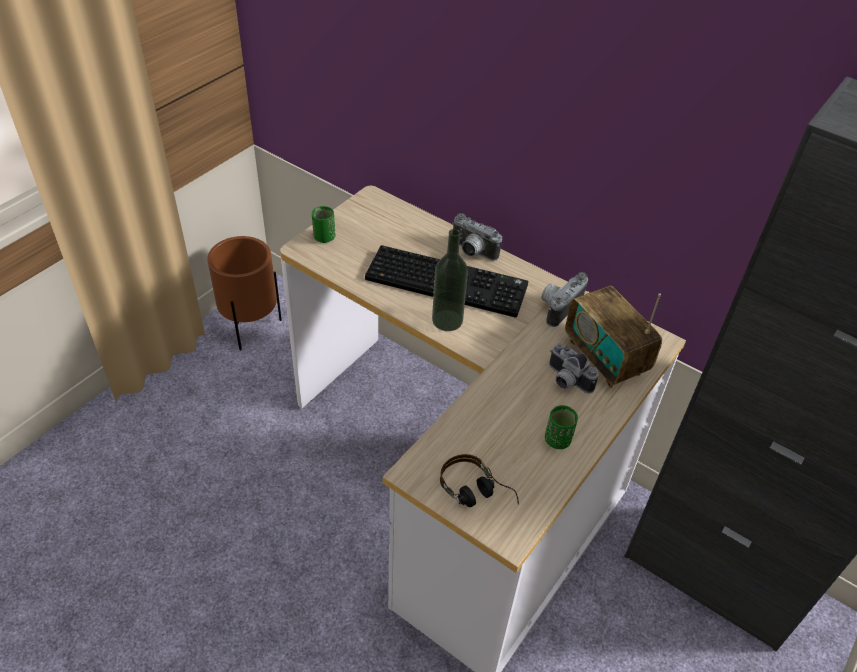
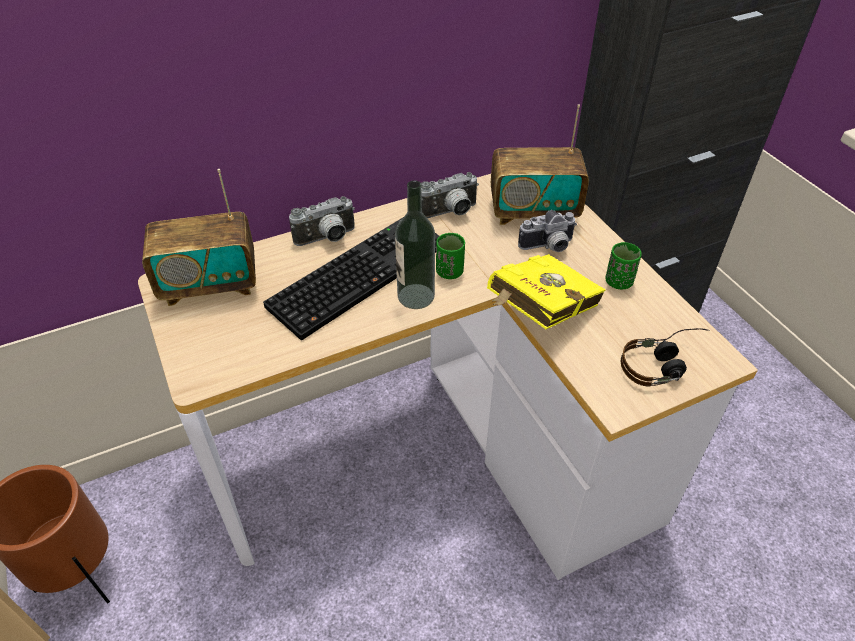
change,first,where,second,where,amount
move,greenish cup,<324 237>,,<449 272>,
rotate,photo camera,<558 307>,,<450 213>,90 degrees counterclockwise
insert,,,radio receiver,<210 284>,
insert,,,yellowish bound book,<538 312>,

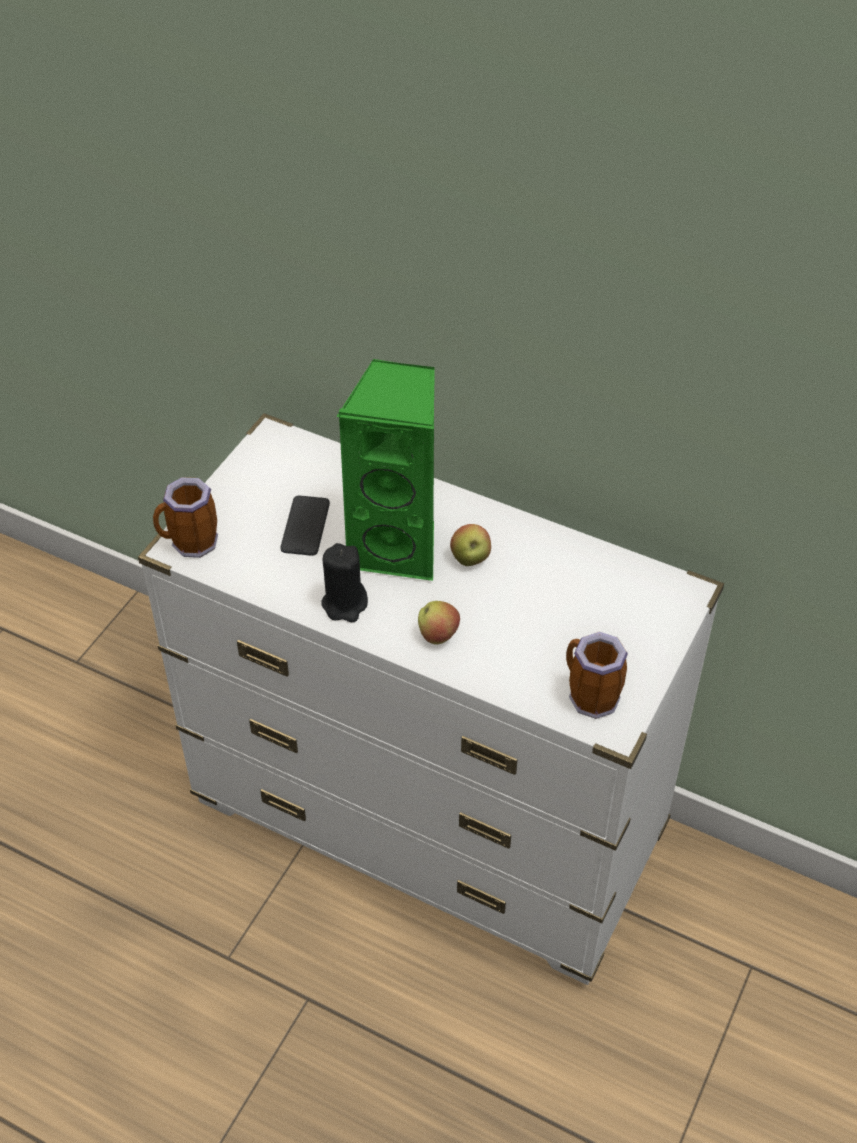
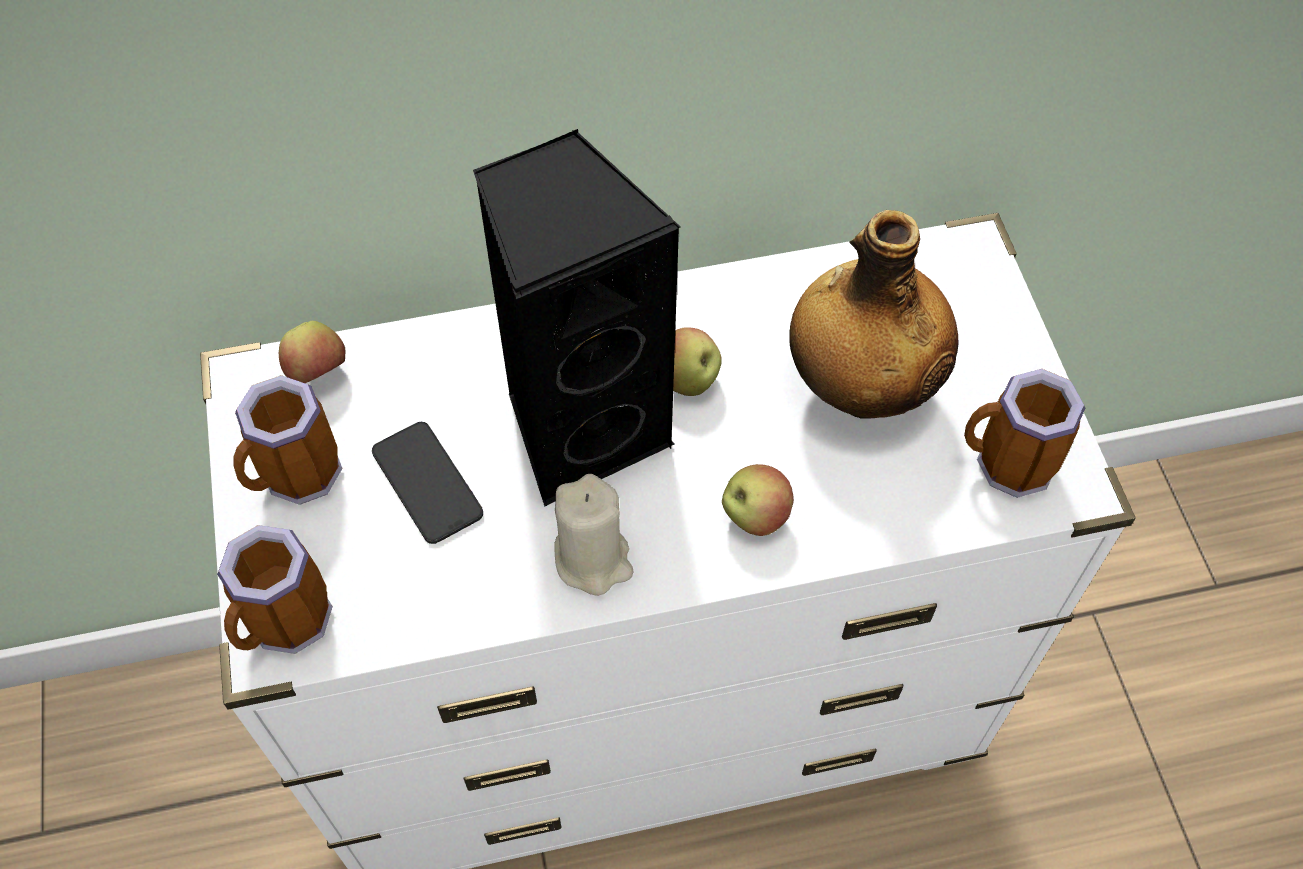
change,first,where,second,where,amount
recolor,greenish loudspeaker,<398 547>,blackish loudspeaker,<582 427>,
recolor,blackish wax light,<345 604>,beige wax light,<593 559>,
insert,,,drink bottle,<861 387>,
insert,,,apple fruit,<318 373>,
insert,,,mug,<299 480>,

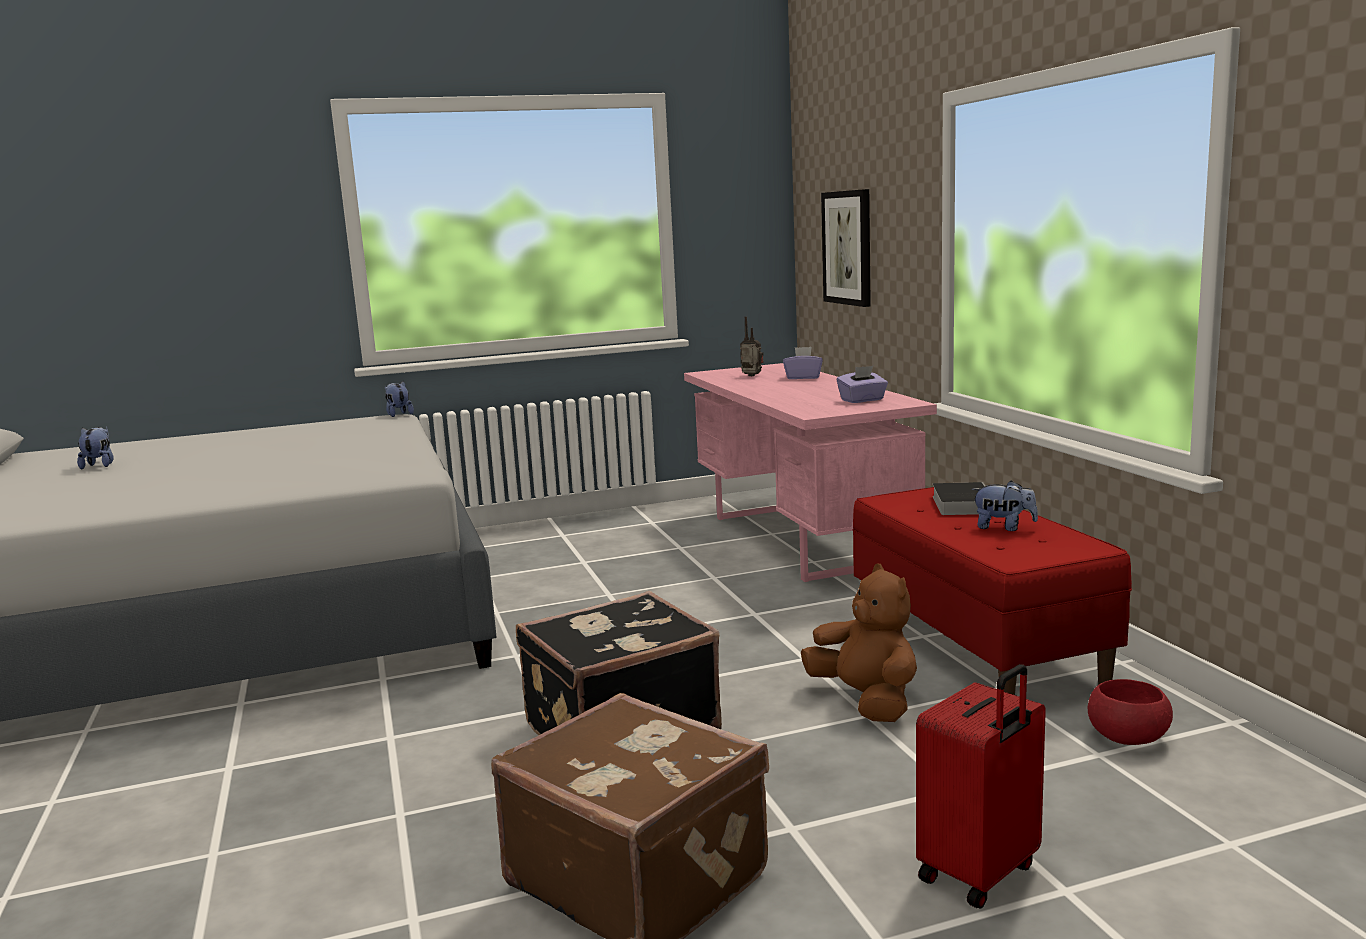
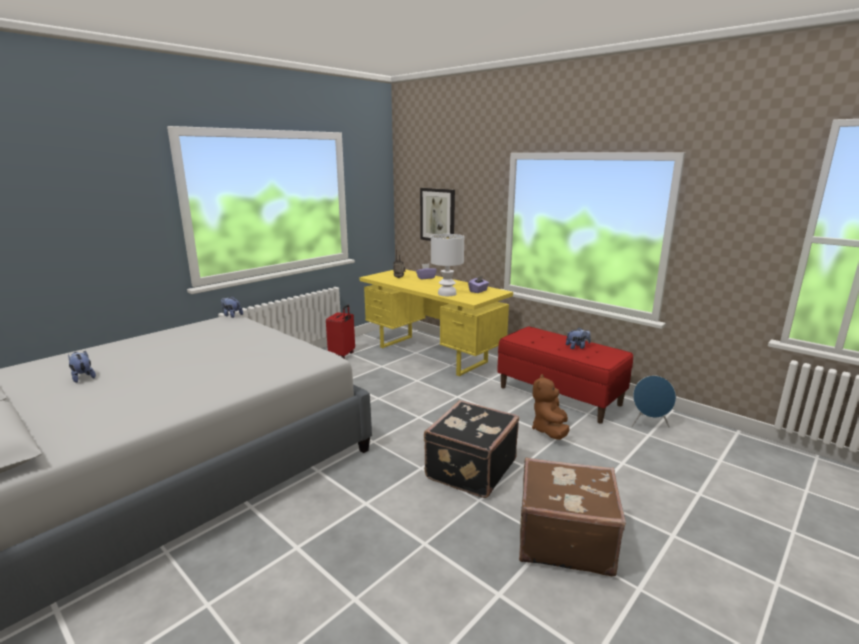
change,first,where,second,where,amount
recolor,pink-coloured desk unit,<801 540>,yellowish desk unit,<433 354>,
delete,bound book,<961 503>,,,
rotate,brown soft toy,<866 701>,,<550 430>,105 degrees counterclockwise
move,reddish piece of luggage,<980 873>,,<342 355>,
replace,reddish serving bowl,<1128 736>,blue-coloured loudspeaker,<649 425>,
insert,,,whitish tabletop lamp,<446 293>,

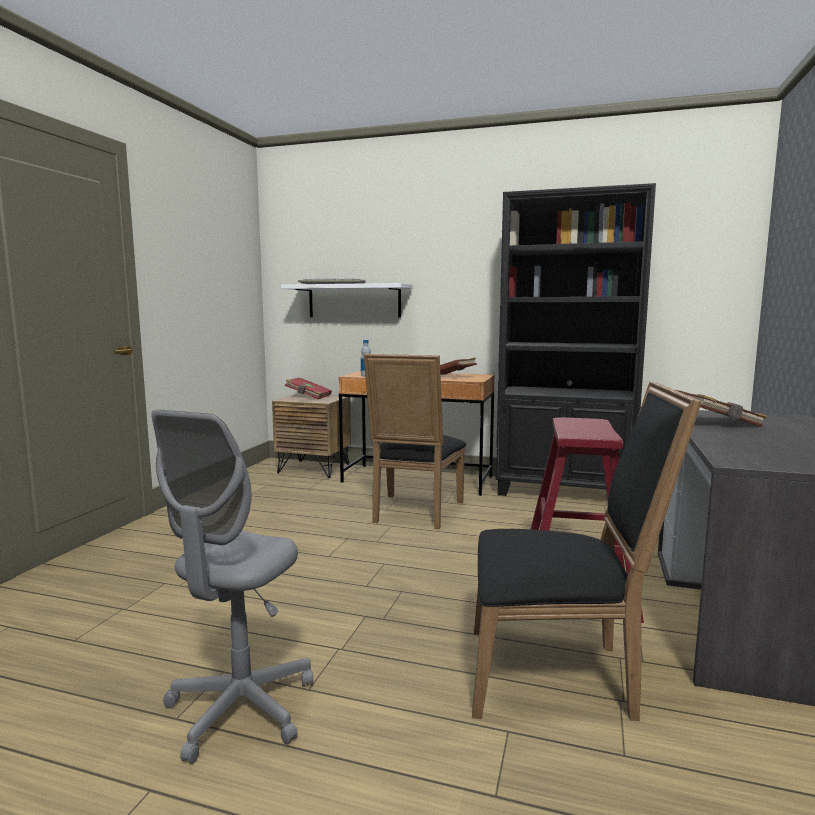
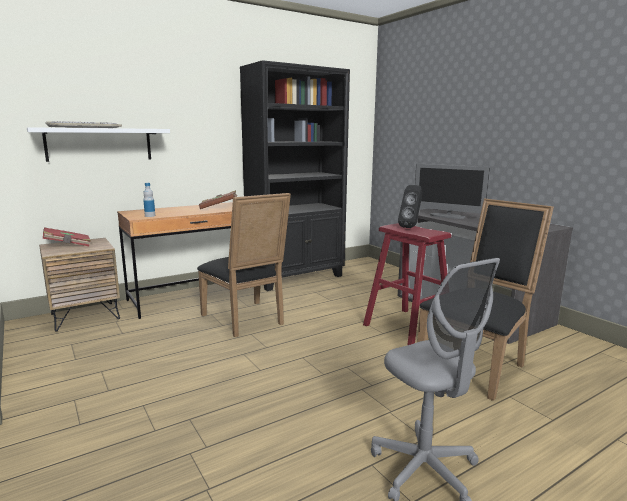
change,first,where,second,where,amount
replace,brown bound book,<717 423>,monitor,<447 216>,
insert,,,blackish loudspeaker,<411 227>,

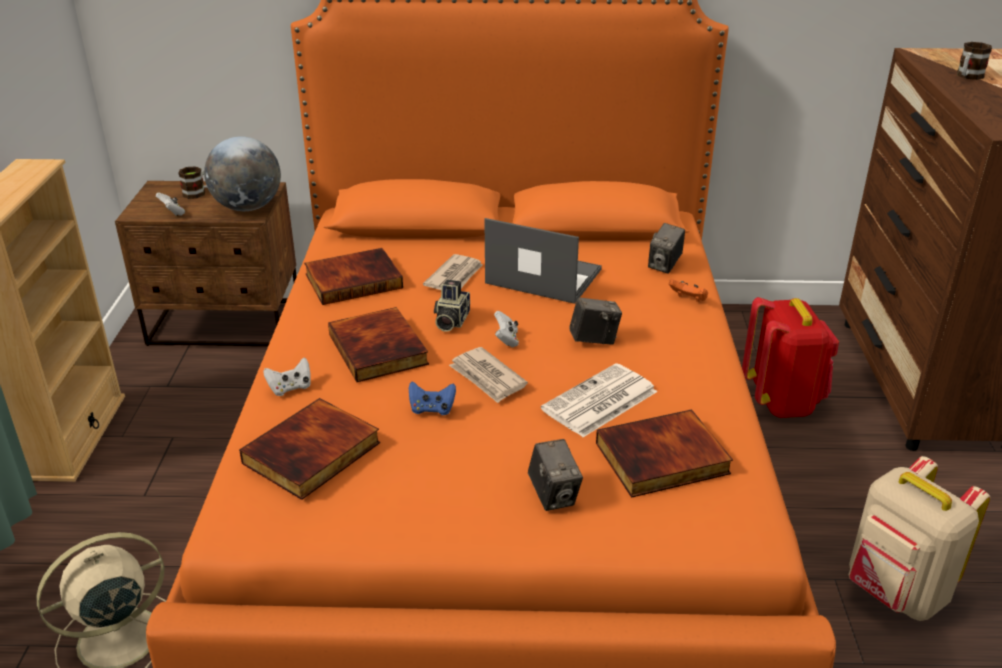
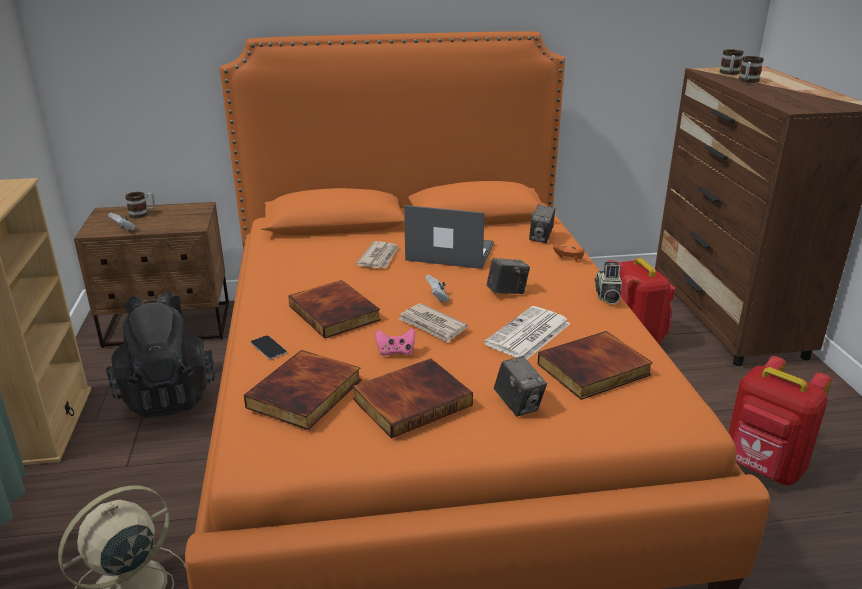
change,first,where,second,where,amount
delete,world globe,<247 207>,,,
move,bound book,<354 280>,,<411 401>,
move,photo camera,<450 321>,,<607 297>,
replace,whitish joypad,<290 388>,phone,<268 348>,
recolor,blue-coloured joypad,<432 409>,pink-coloured joypad,<395 352>,
recolor,beige backpack,<895 593>,reddish backpack,<762 468>,
insert,,,mug,<729 73>,
insert,,,blackish backpack,<168 395>,

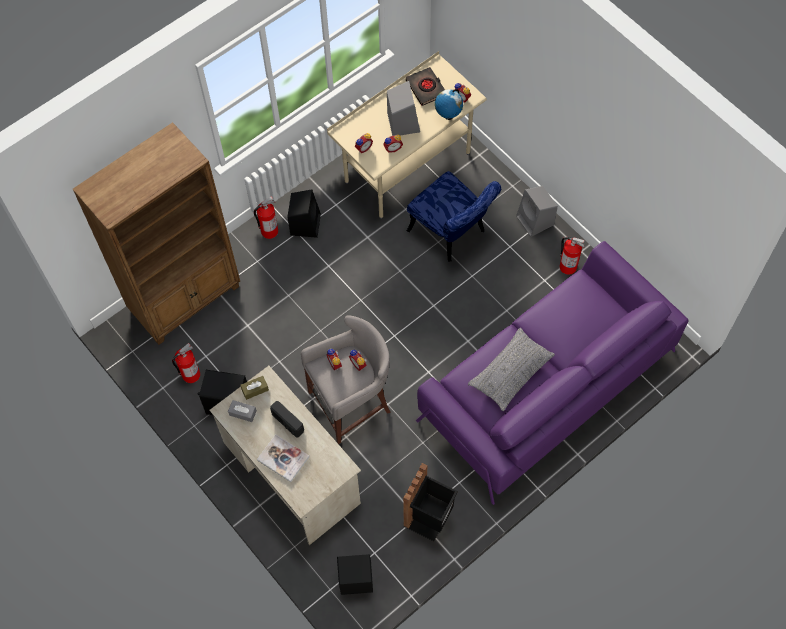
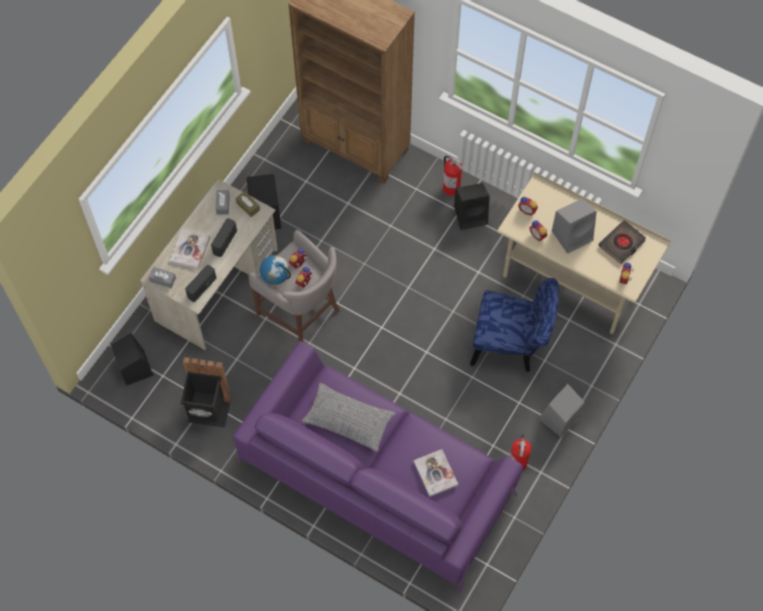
change,first,where,second,where,amount
move,world globe,<448 116>,,<276 279>,
rotate,blue-coloured chair,<451 234>,,<511 345>,105 degrees counterclockwise
delete,fire-fighting cylinder,<190 374>,,,
insert,,,radio receiver,<202 288>,
insert,,,greyish tissue box,<163 279>,
insert,,,bound book,<435 473>,

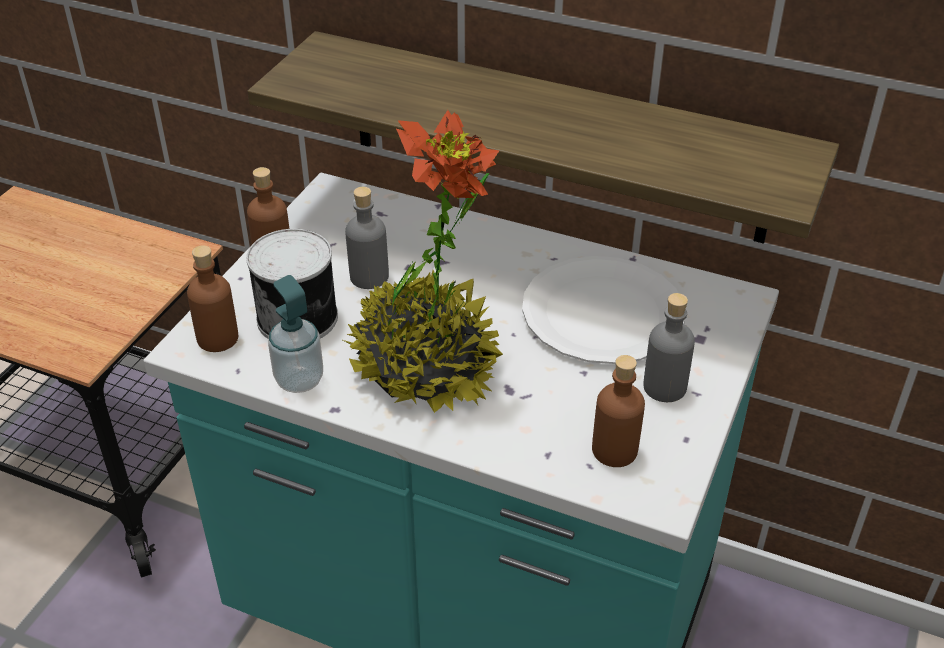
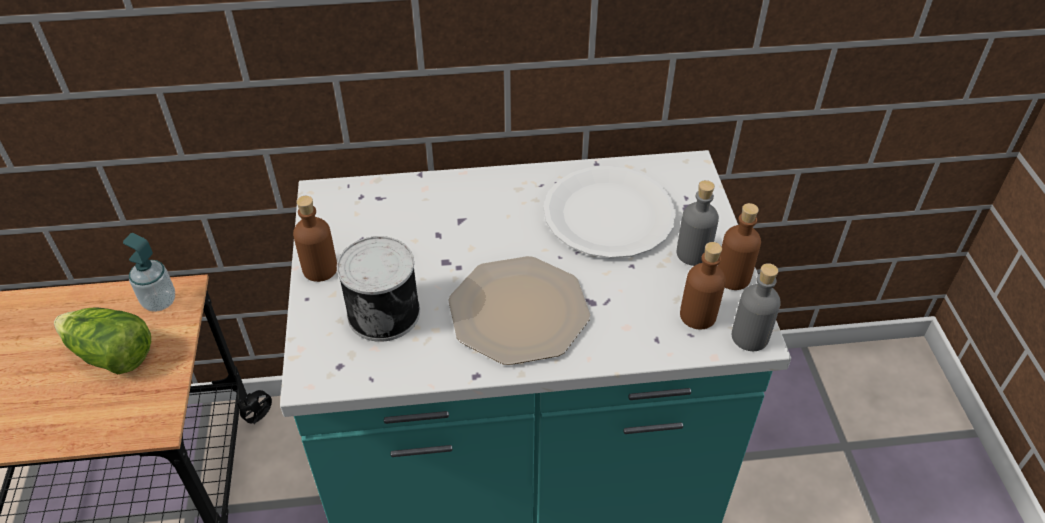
change,first,where,second,where,amount
delete,wall shelf,<555 137>,,,
replace,houseplant,<426 367>,dinner plate,<517 311>,
move,greyish drink bottle,<369 277>,,<750 337>,
move,brown drink bottle,<218 338>,,<733 277>,
move,soap dispenser,<299 380>,,<159 301>,
insert,,,lettuce head,<111 355>,

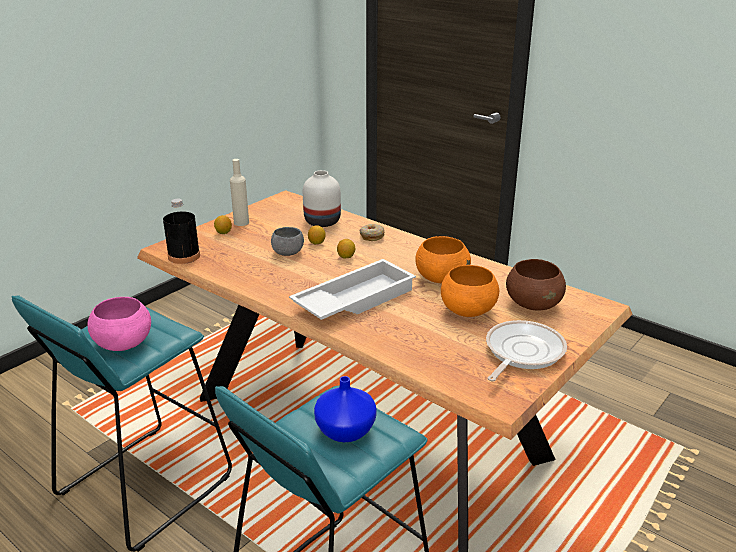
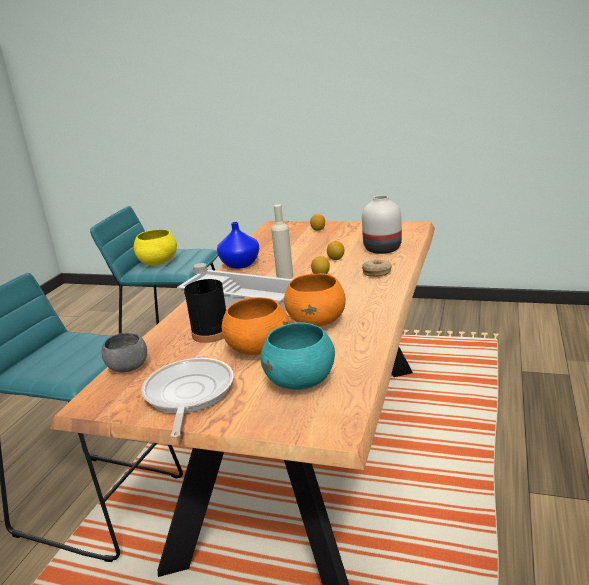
change,first,where,second,where,amount
move,beige drink bottle,<241 222>,,<285 276>,
move,blackish drink bottle,<184 256>,,<211 333>,
move,greyish serving bowl,<288 253>,,<128 368>,
recolor,brown serving bowl,<533 304>,turquoise-coloured serving bowl,<301 381>,
recolor,pink-coloured serving bowl,<123 344>,yellowish serving bowl,<157 263>,
rotate,frying pan,<521 352>,,<187 395>,105 degrees counterclockwise
move,blue-coloured vase,<344 430>,,<240 264>,

